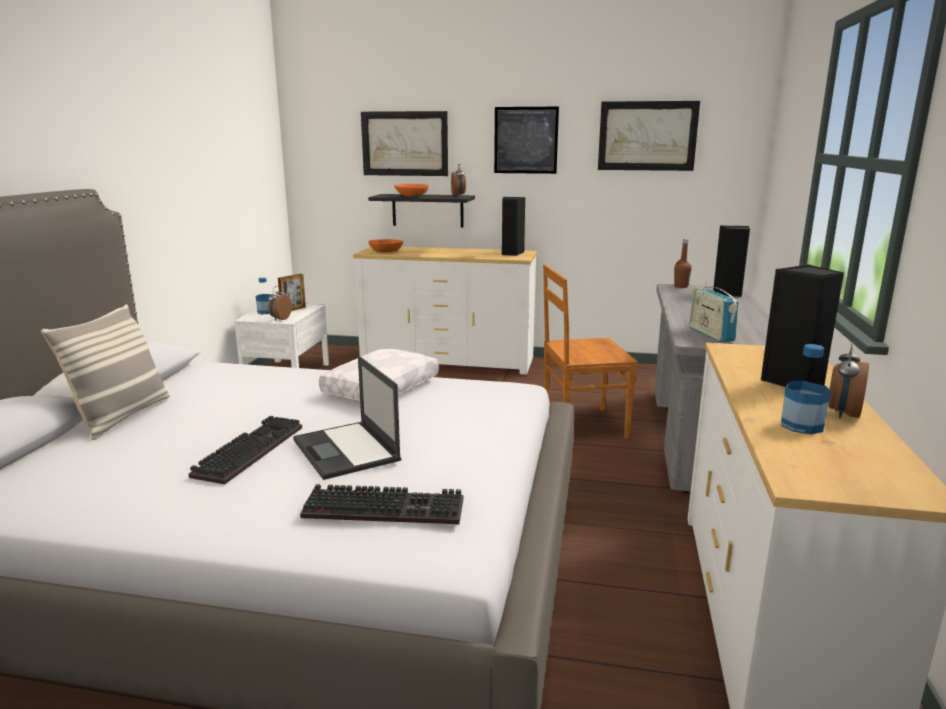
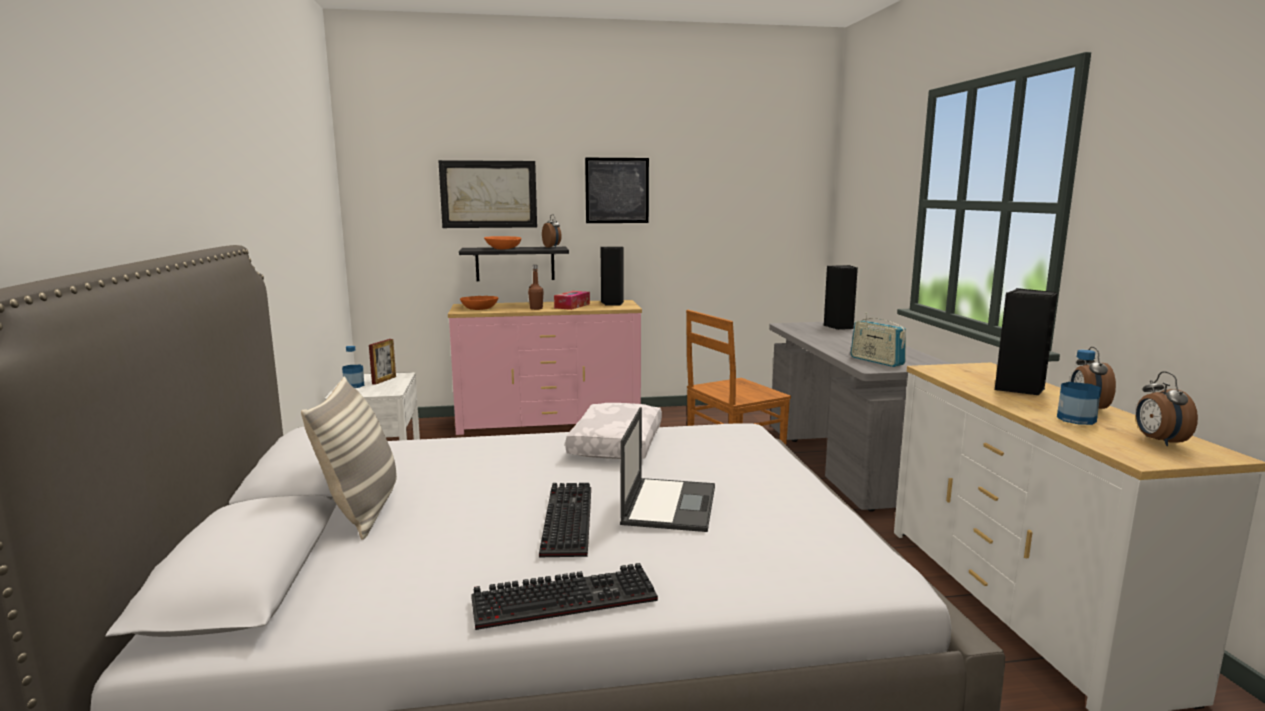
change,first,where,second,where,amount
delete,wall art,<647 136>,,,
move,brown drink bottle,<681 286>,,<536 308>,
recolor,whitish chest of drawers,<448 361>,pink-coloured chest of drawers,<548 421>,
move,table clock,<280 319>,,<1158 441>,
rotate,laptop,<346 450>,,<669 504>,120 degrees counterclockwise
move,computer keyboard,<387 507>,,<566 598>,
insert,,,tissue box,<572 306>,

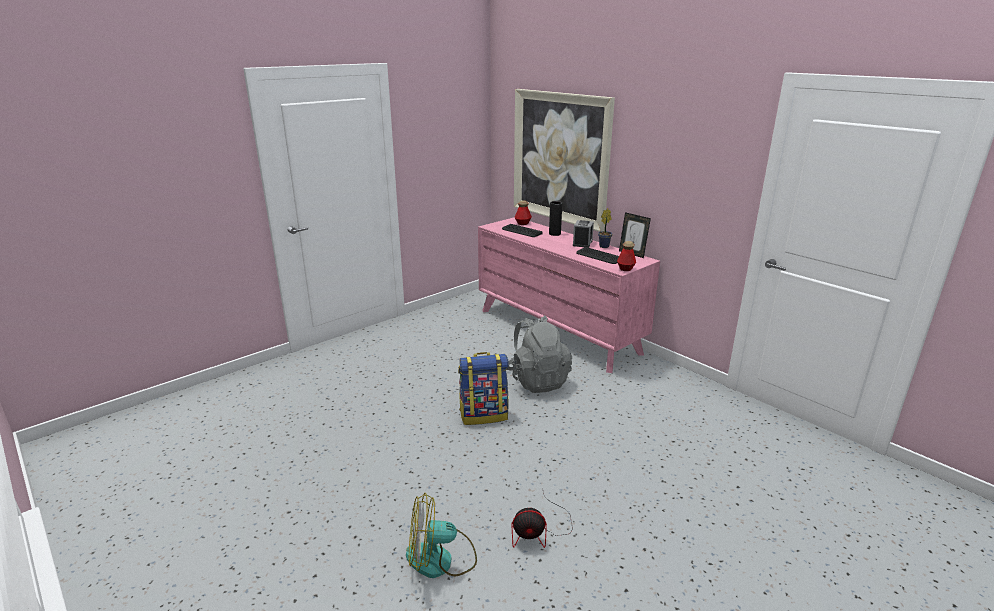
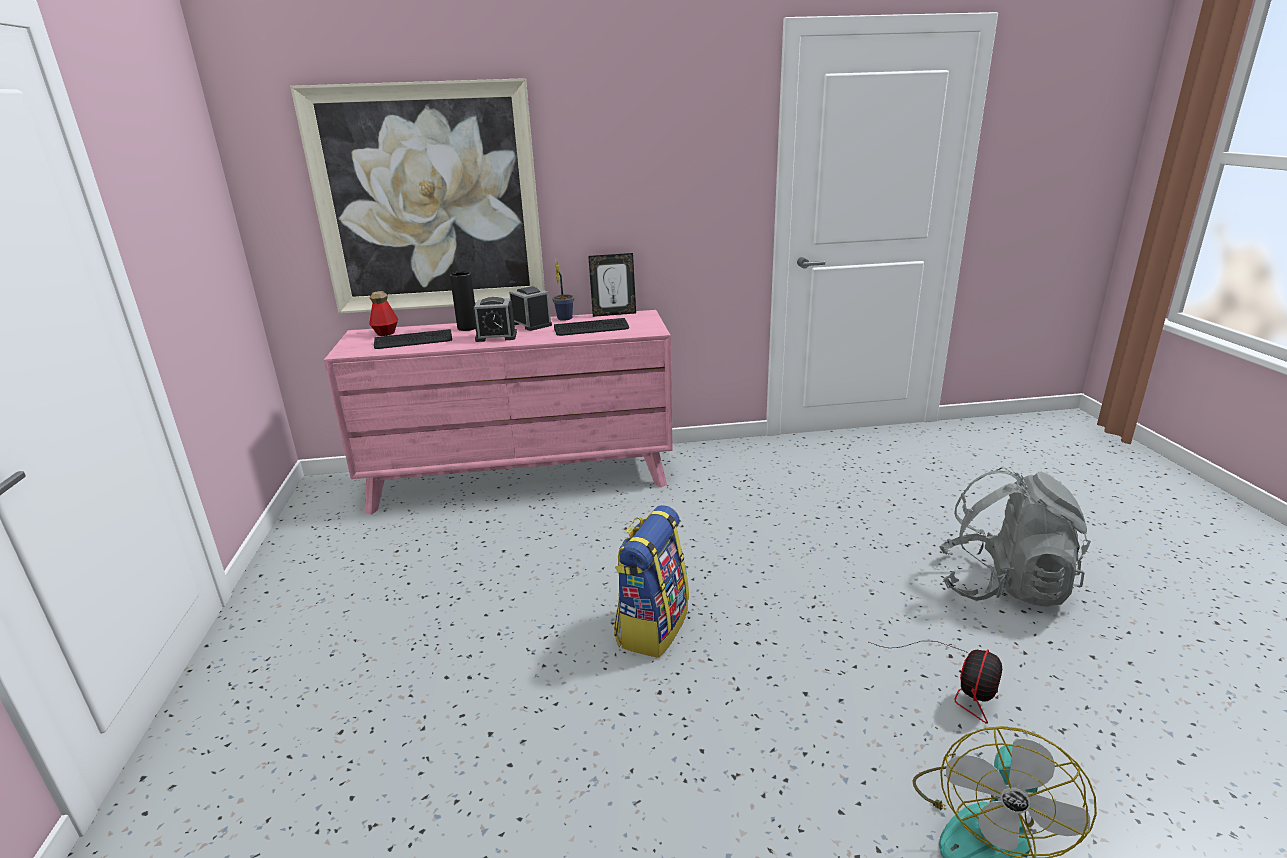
change,first,where,second,where,amount
delete,drink bottle,<625 269>,,,
move,greyish backpack,<537 380>,,<1003 586>,
insert,,,table clock,<496 336>,

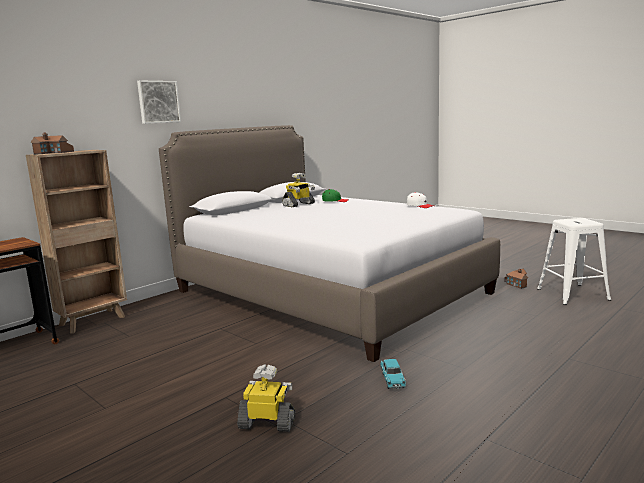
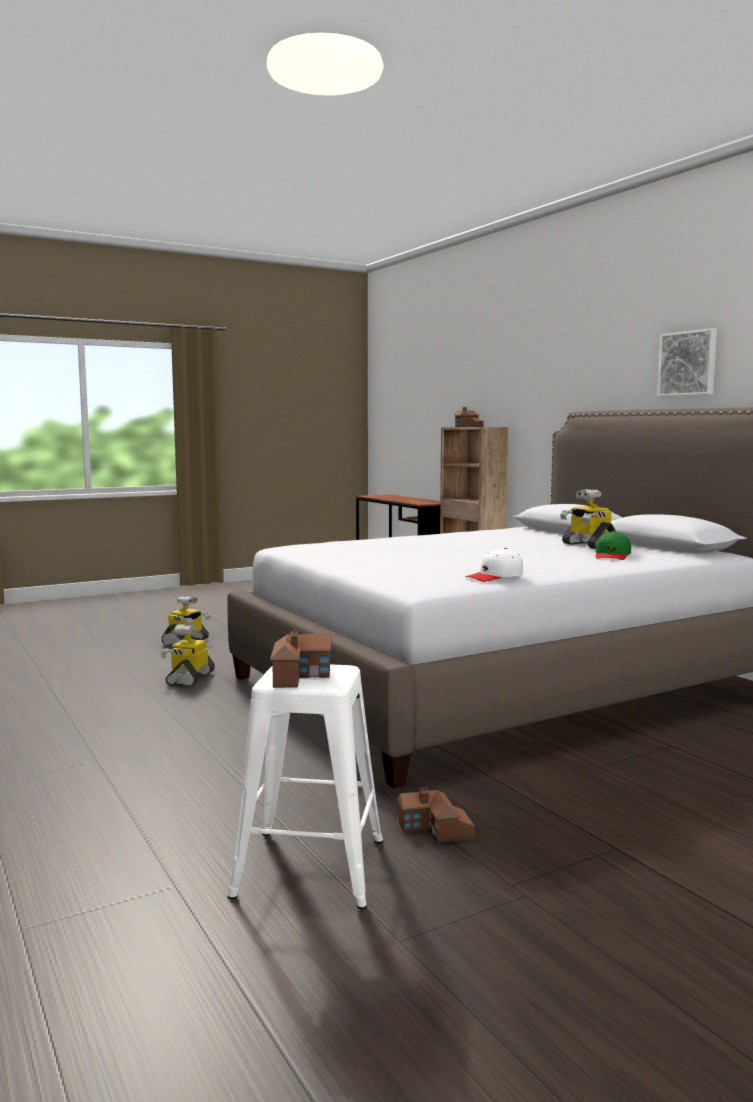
change,first,where,second,where,amount
move,wall art,<158 102>,,<688 364>,
replace,turquoise-coloured miniature car,<392 380>,toy robot,<189 679>,
insert,,,toy house,<301 675>,

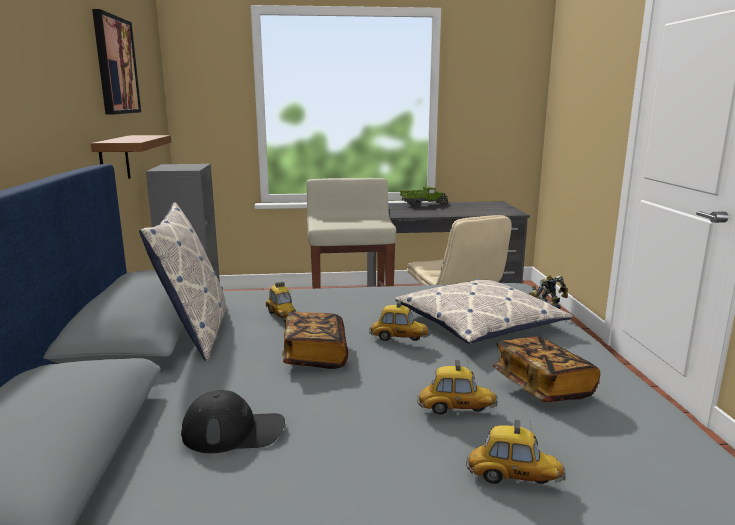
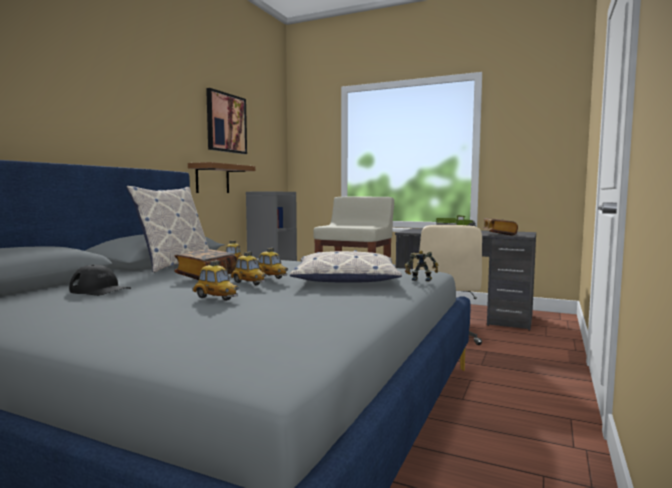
change,first,where,second,where,amount
move,bound book,<542 387>,,<499 234>,
move,miniature car,<513 478>,,<248 283>,

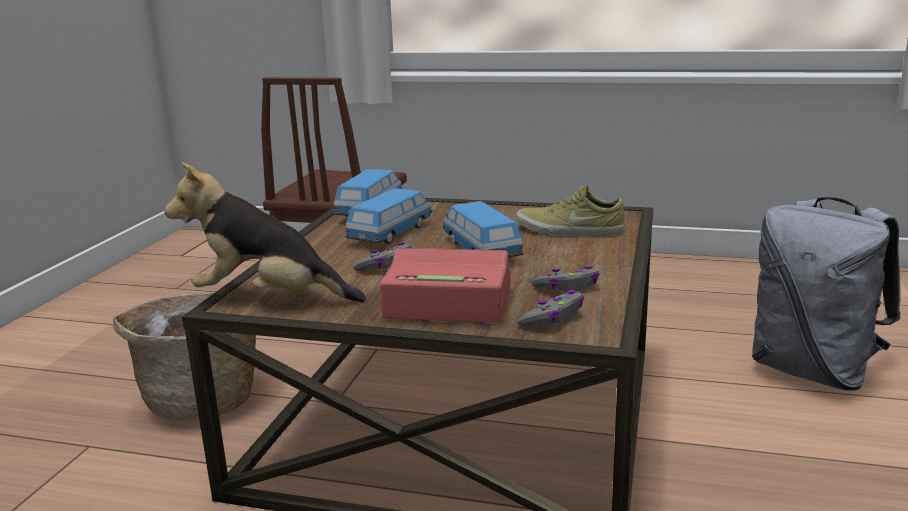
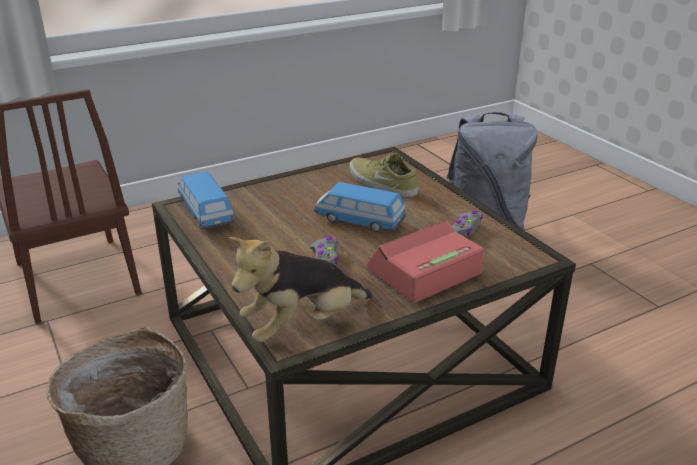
change,first,where,second,where,amount
rotate,beige shoe,<569 230>,,<381 183>,75 degrees clockwise
delete,miniature car,<391 233>,,,
delete,greyish joypad,<553 318>,,,

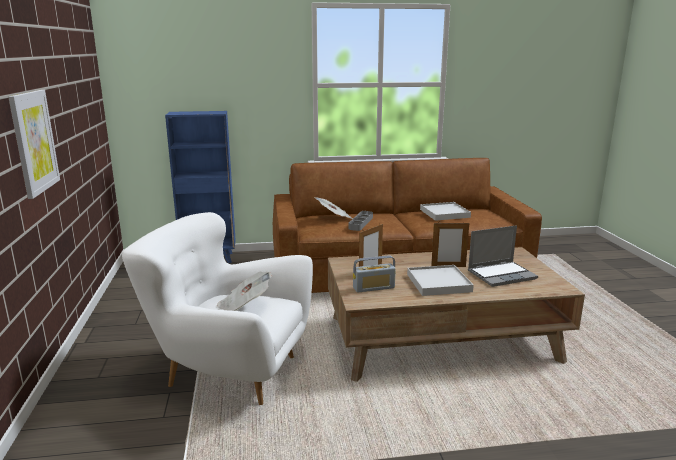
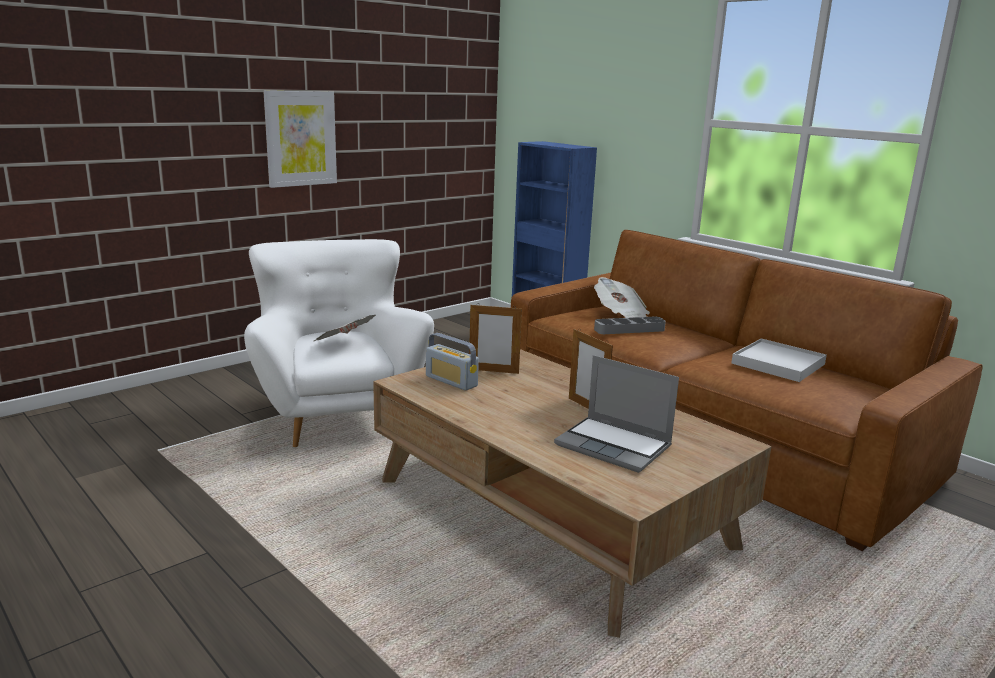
change,first,where,second,where,amount
delete,whitish carrying tray,<438 283>,,,

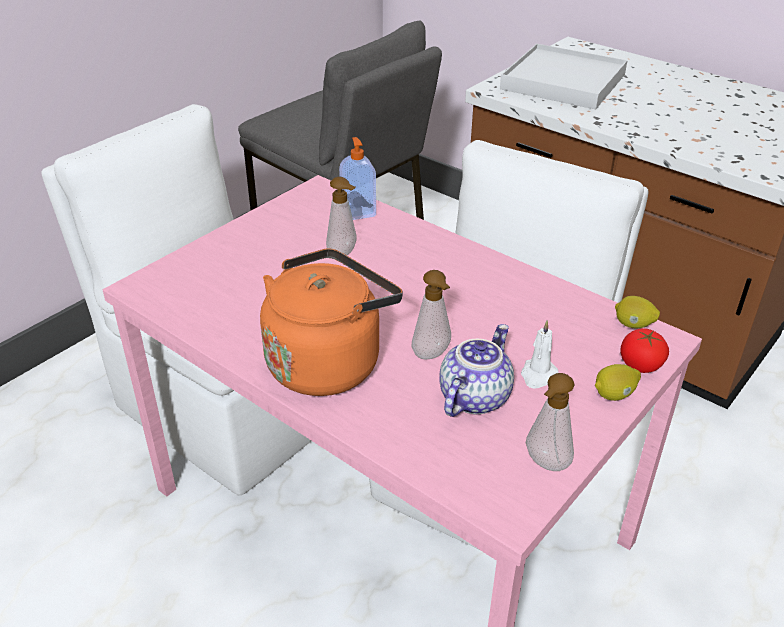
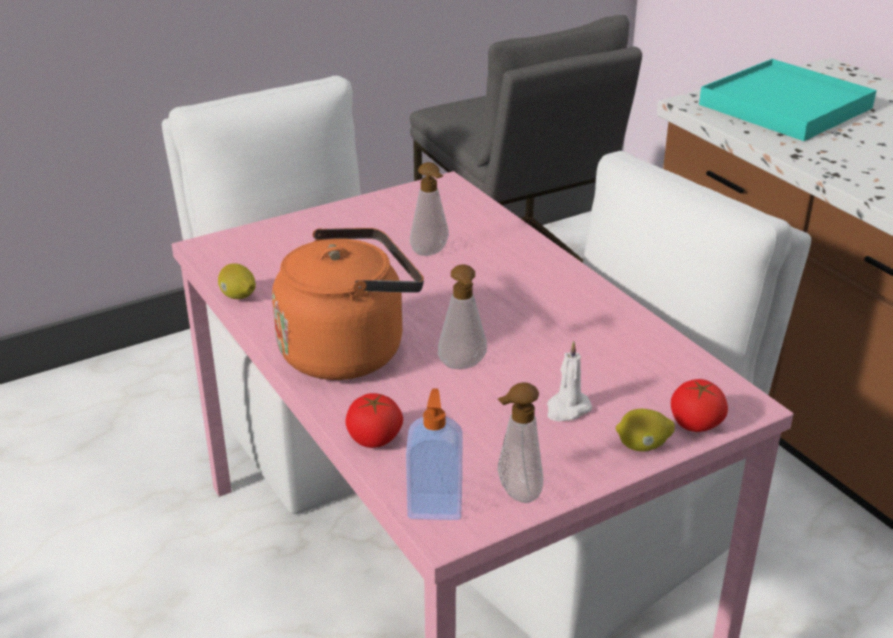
change,first,where,second,where,amount
recolor,whitish carrying tray,<563 82>,turquoise-coloured carrying tray,<785 106>,
move,soap dispenser,<358 213>,,<435 506>,
move,whole lemon,<633 325>,,<238 297>,
delete,teapot,<473 397>,,,
insert,,,whole tomato,<374 439>,

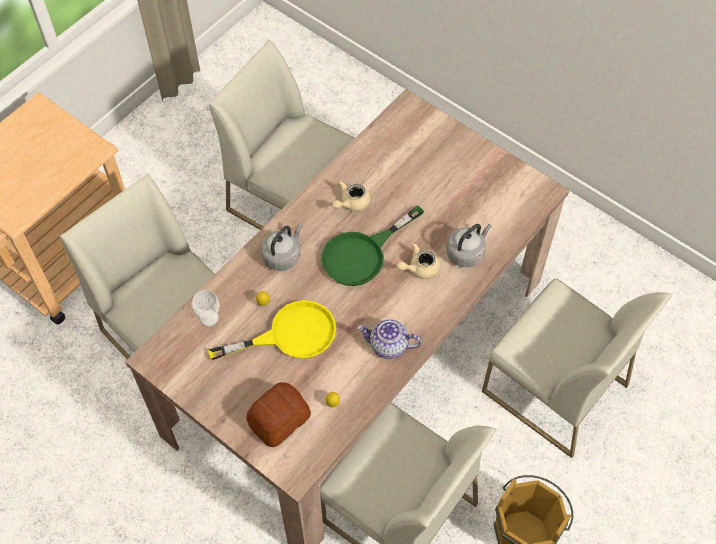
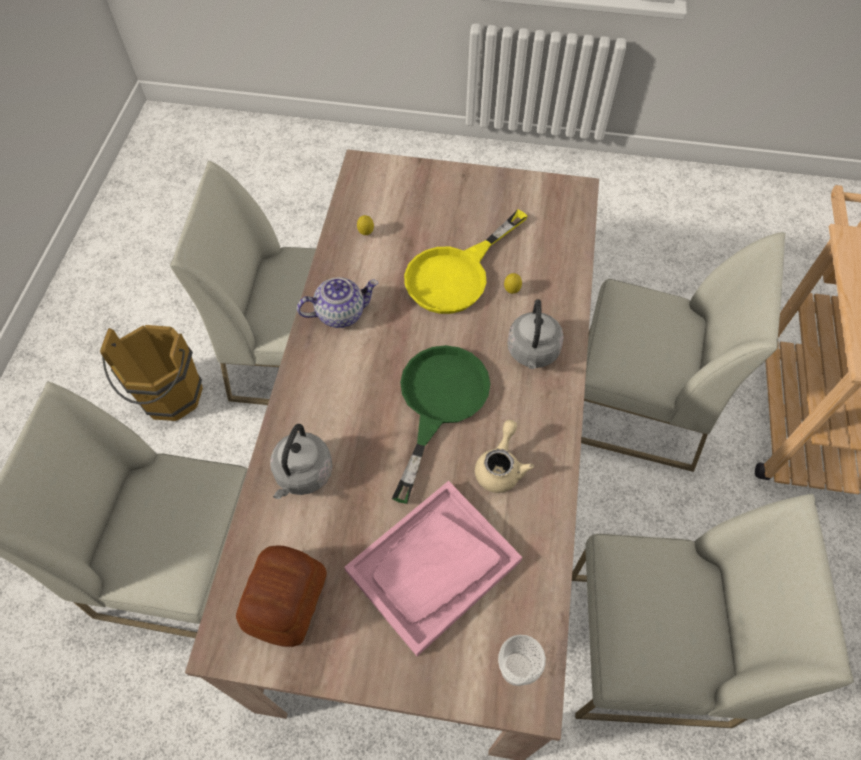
change,first,where,second,where,amount
delete,beige teapot,<419 268>,,,
move,cup,<209 318>,,<516 668>,
move,bread,<278 420>,,<287 600>,
insert,,,pink-coloured carrying tray,<433 567>,

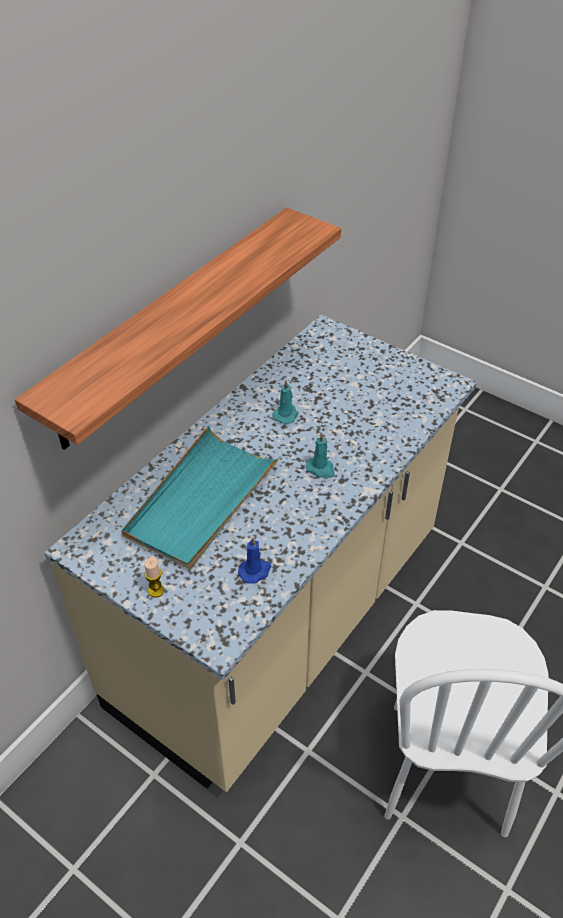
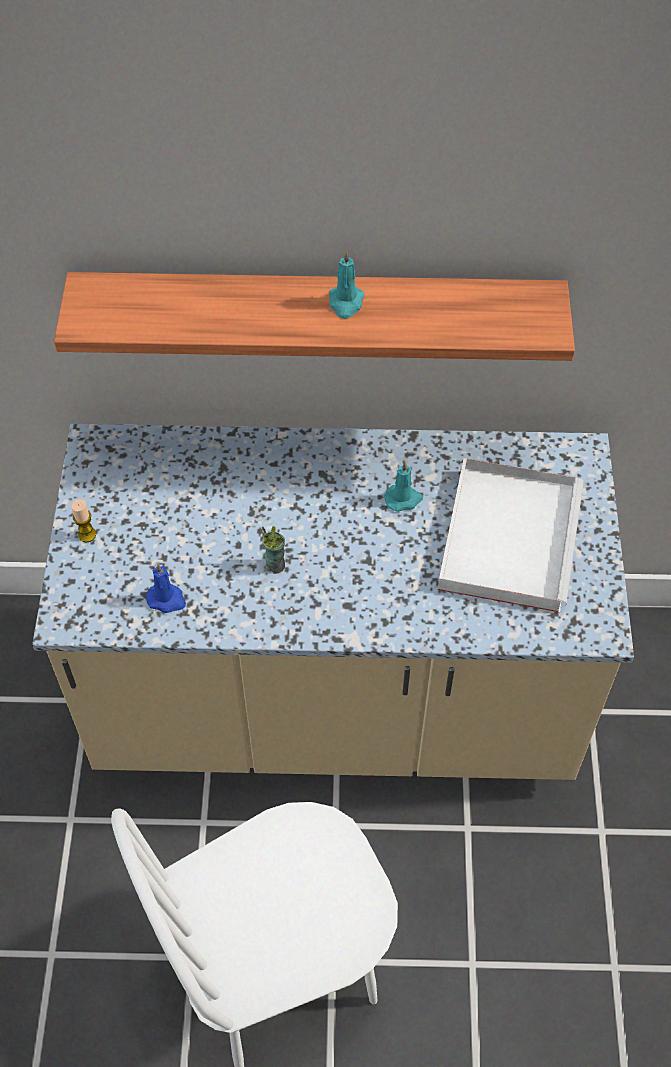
change,first,where,second,where,amount
delete,turquoise-coloured carrying tray,<201 501>,,,
move,turquoise-coloured wax light,<321 469>,,<345 303>,
insert,,,whitish carrying tray,<508 535>,
insert,,,cup,<275 565>,

